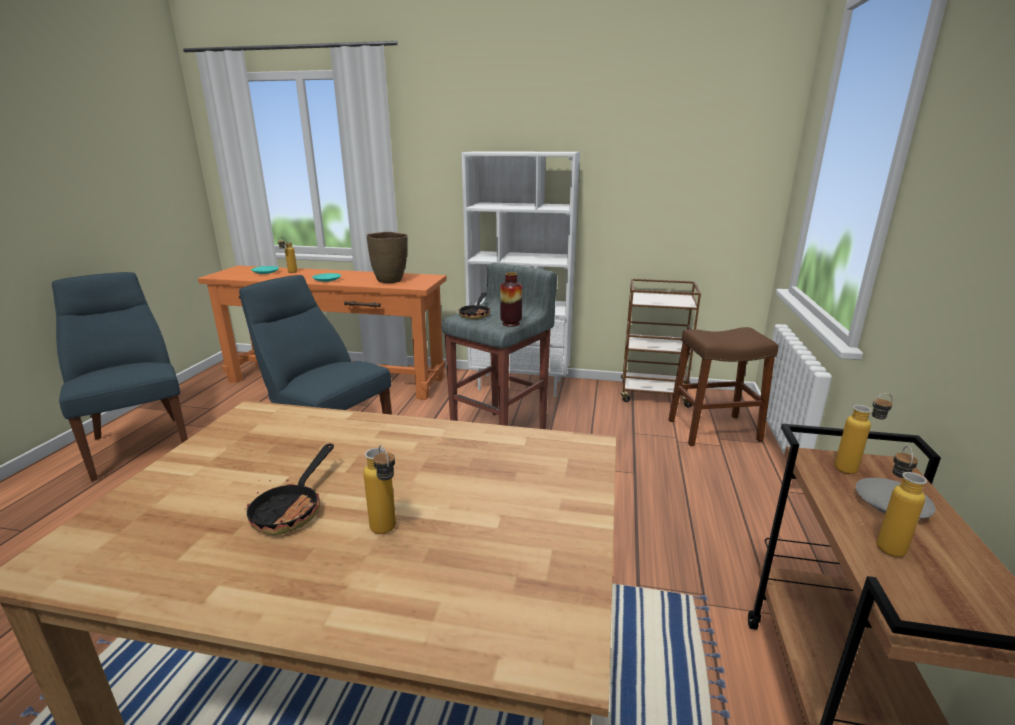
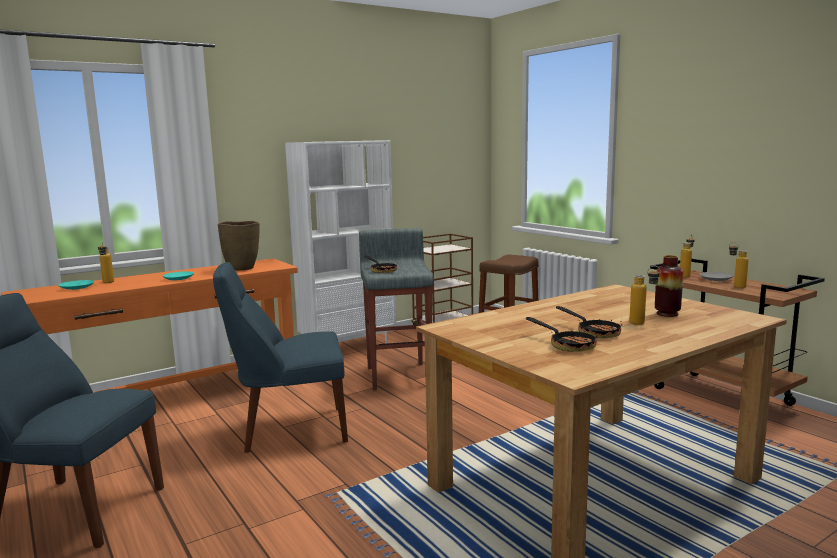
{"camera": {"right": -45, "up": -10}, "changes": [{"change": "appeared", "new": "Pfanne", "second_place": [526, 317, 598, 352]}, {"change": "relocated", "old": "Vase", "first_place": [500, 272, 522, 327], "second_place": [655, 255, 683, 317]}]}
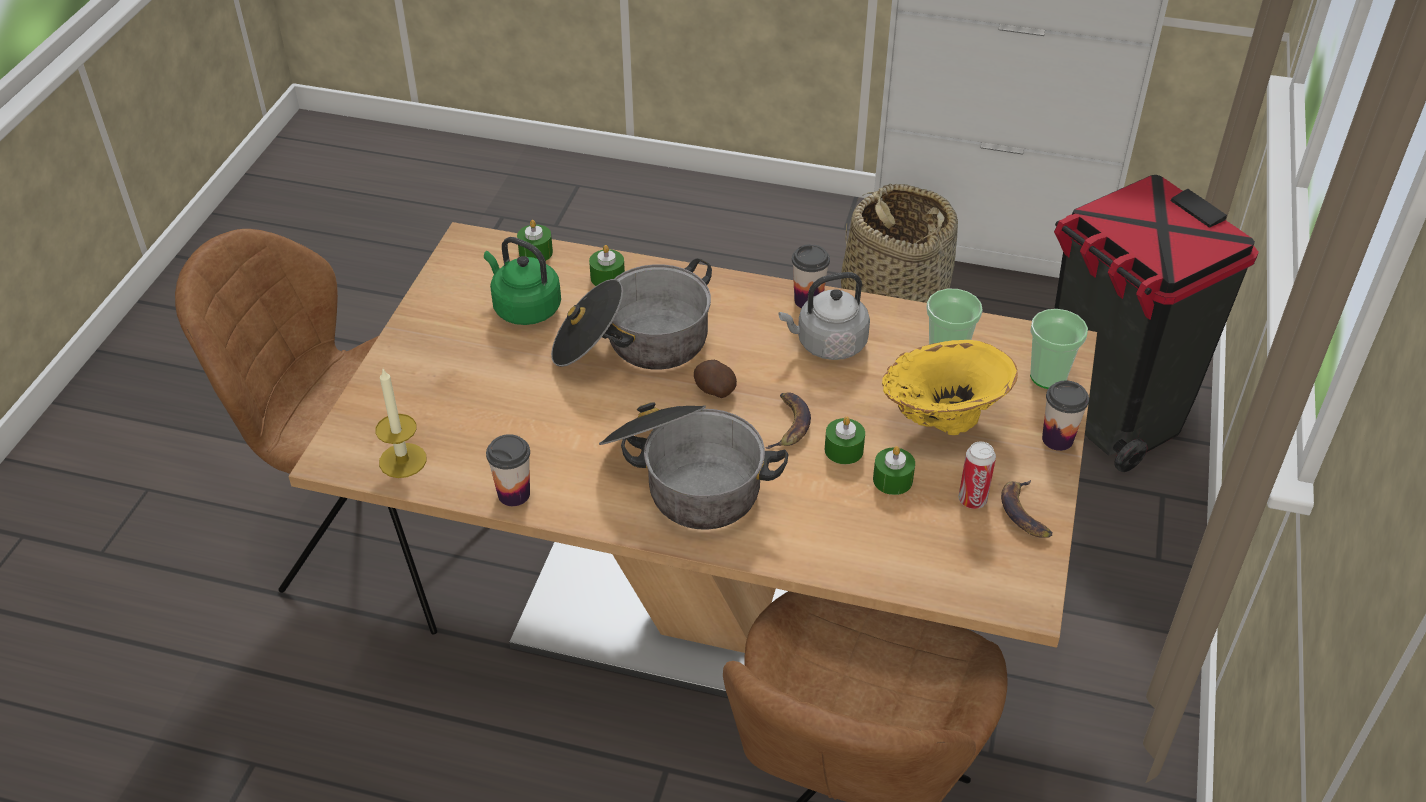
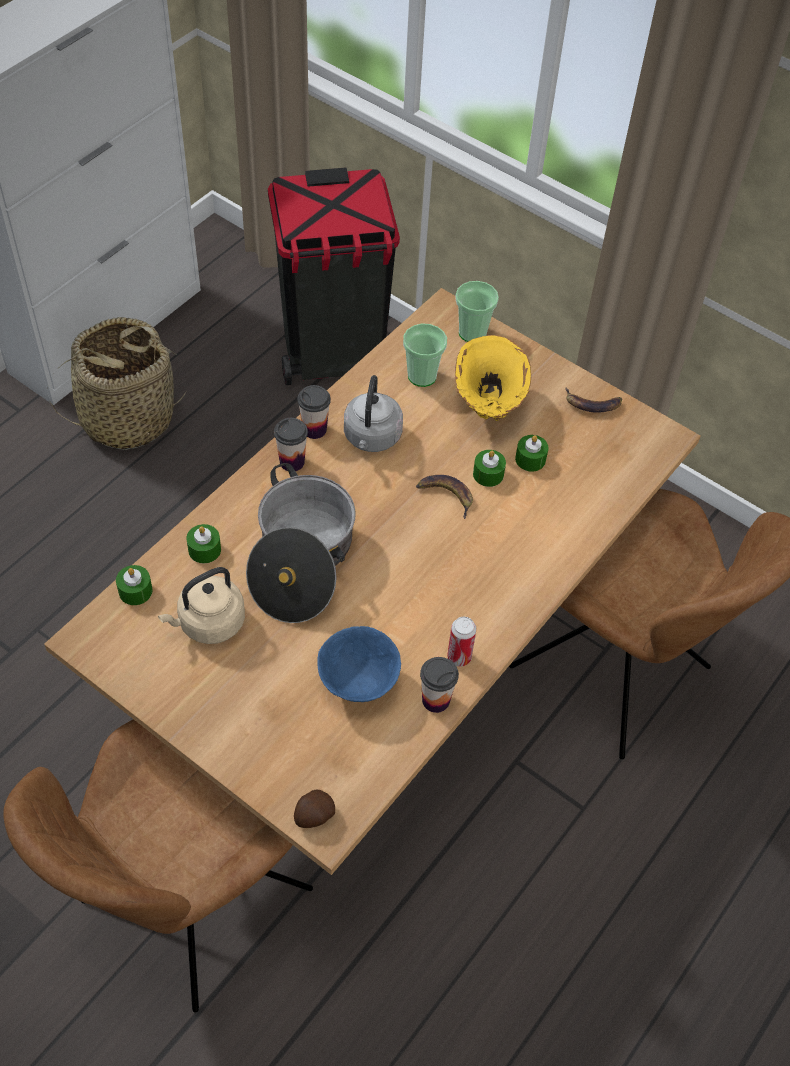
{"camera": {"right": -70, "up": 10}, "changes": [{"change": "missing", "old": "Kerze", "first_place": [375, 369, 426, 478]}, {"change": "missing", "old": "Kochtopf", "first_place": [599, 402, 789, 530]}, {"change": "appeared", "new": "Schüssel/blau", "second_place": [317, 626, 401, 702]}, {"change": "relocated", "old": "Kartoffel", "first_place": [694, 360, 737, 398], "second_place": [294, 790, 335, 828]}, {"change": "relocated", "old": "Dose", "first_place": [959, 442, 996, 509], "second_place": [447, 617, 476, 667]}, {"change": "relocated", "old": "Tasse", "first_place": [1042, 380, 1089, 451], "second_place": [274, 418, 308, 471]}, {"change": "colour", "old": "Wasserkessel/grün", "new": "Wasserkessel/beige", "first_place": [484, 237, 561, 325], "second_place": [158, 567, 245, 644]}]}
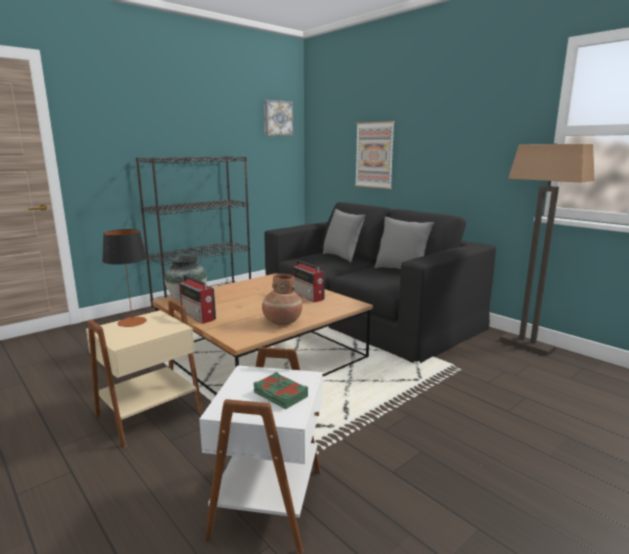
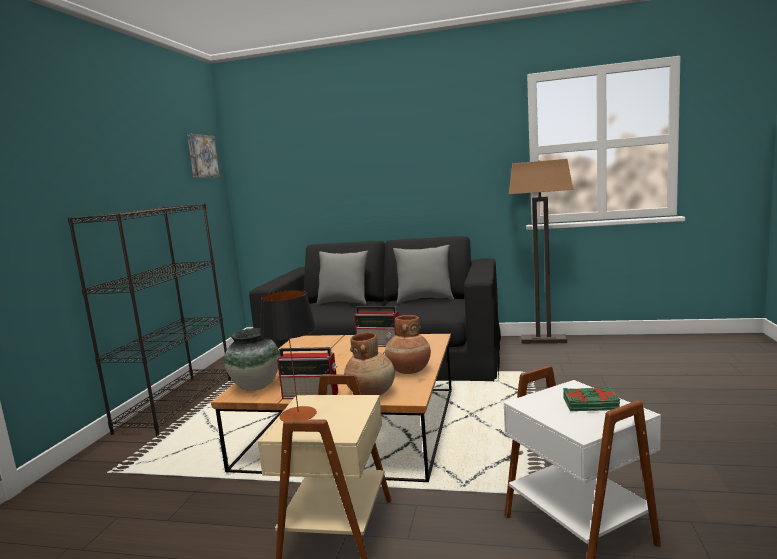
{"camera": {"right": -35, "up": -5}, "changes": [{"change": "missing", "old": "Bild", "first_place": [355, 121, 395, 189]}, {"change": "appeared", "new": "Vase/braun", "second_place": [344, 332, 395, 395]}]}
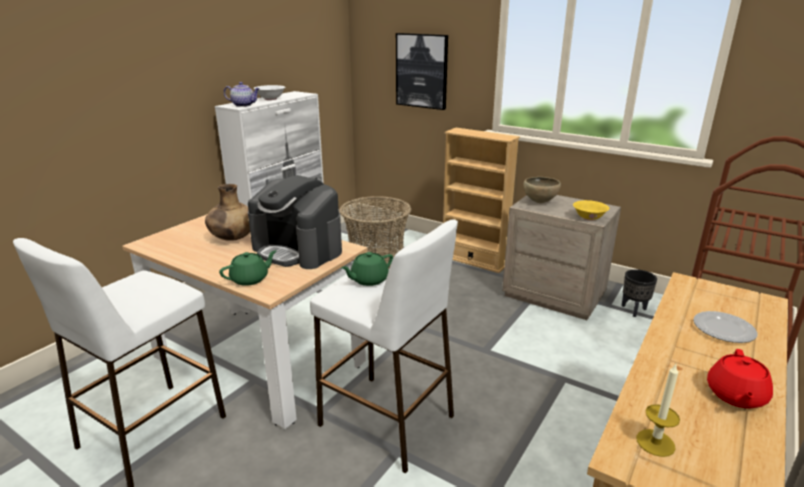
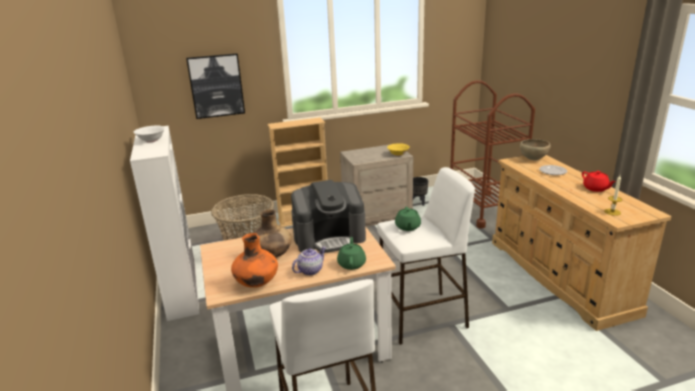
{"camera": {"right": -50, "up": 0}, "changes": [{"change": "appeared", "new": "Vase/orange", "second_place": [231, 233, 278, 288]}, {"change": "relocated", "old": "Teekanne", "first_place": [224, 82, 260, 107], "second_place": [292, 247, 326, 275]}, {"change": "relocated", "old": "Schüssel/braun", "first_place": [523, 177, 561, 203], "second_place": [520, 139, 551, 160]}]}
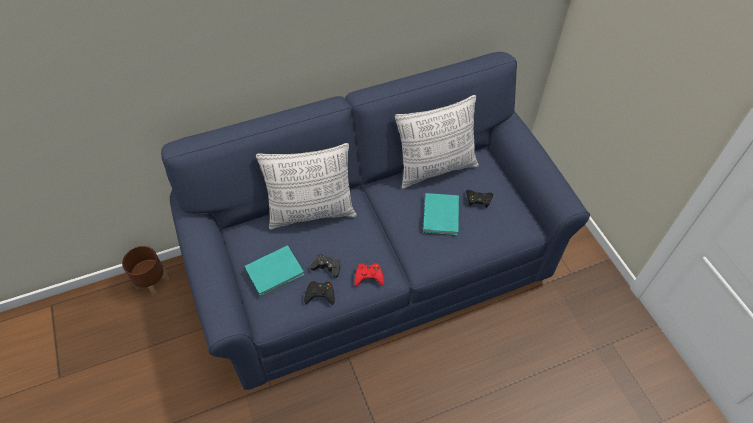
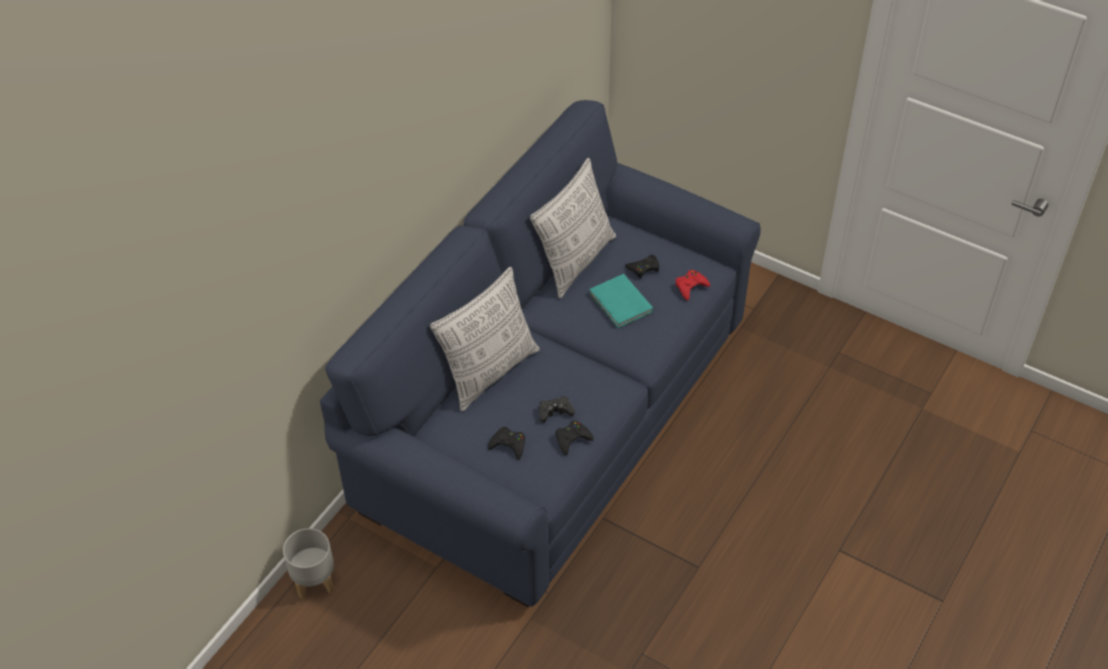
{"camera": {"right": -35, "up": -5}, "changes": [{"change": "relocated", "old": "Gamepad/rot", "first_place": [354, 263, 384, 287], "second_place": [675, 270, 710, 300]}, {"change": "exchanged", "old": "Buch/türkis", "new": "Gamepad/schwarz", "first_place": [245, 245, 304, 297], "second_place": [488, 427, 525, 460]}, {"change": "colour", "old": "Pflanzkübel/braun", "new": "Pflanzkübel/grau", "first_place": [122, 246, 169, 297], "second_place": [283, 528, 334, 599]}]}
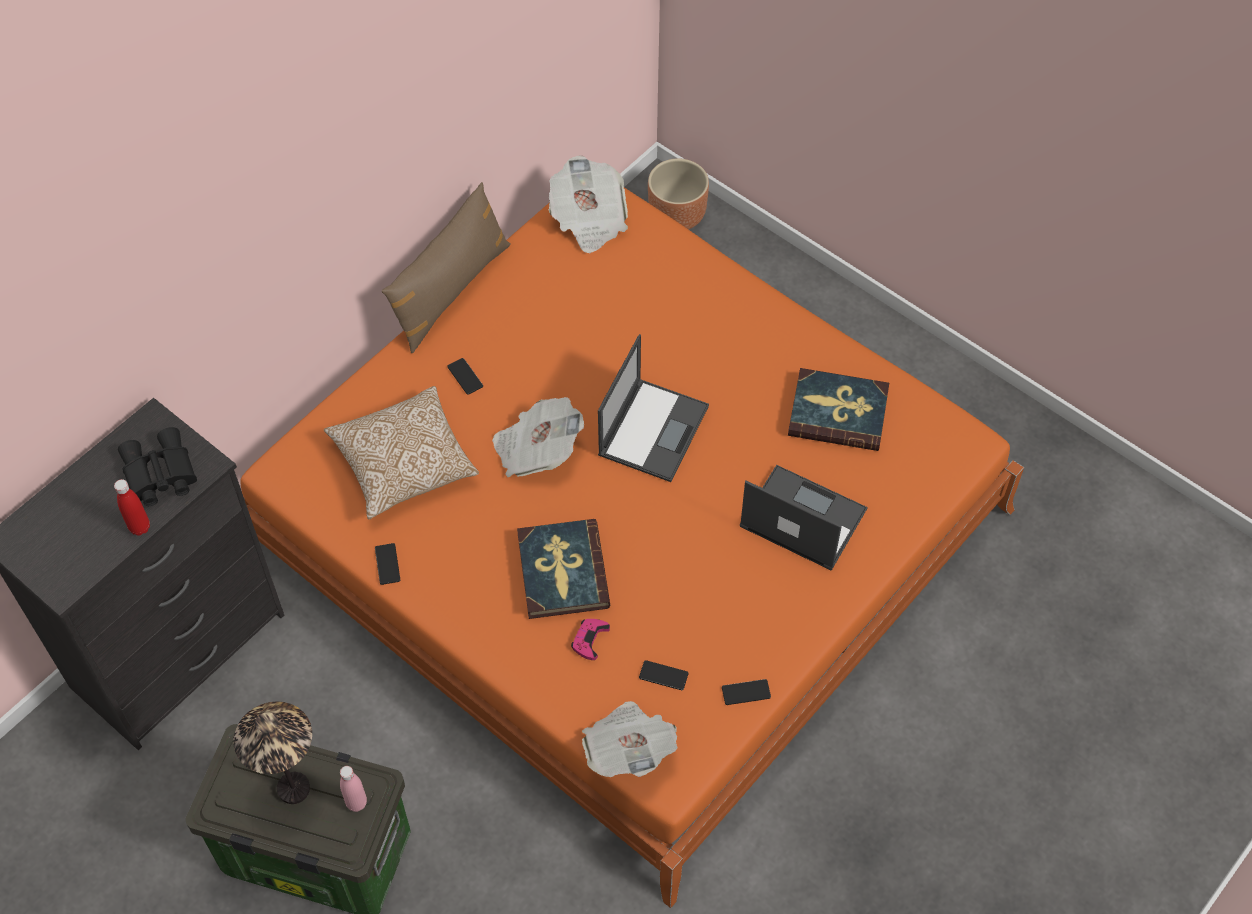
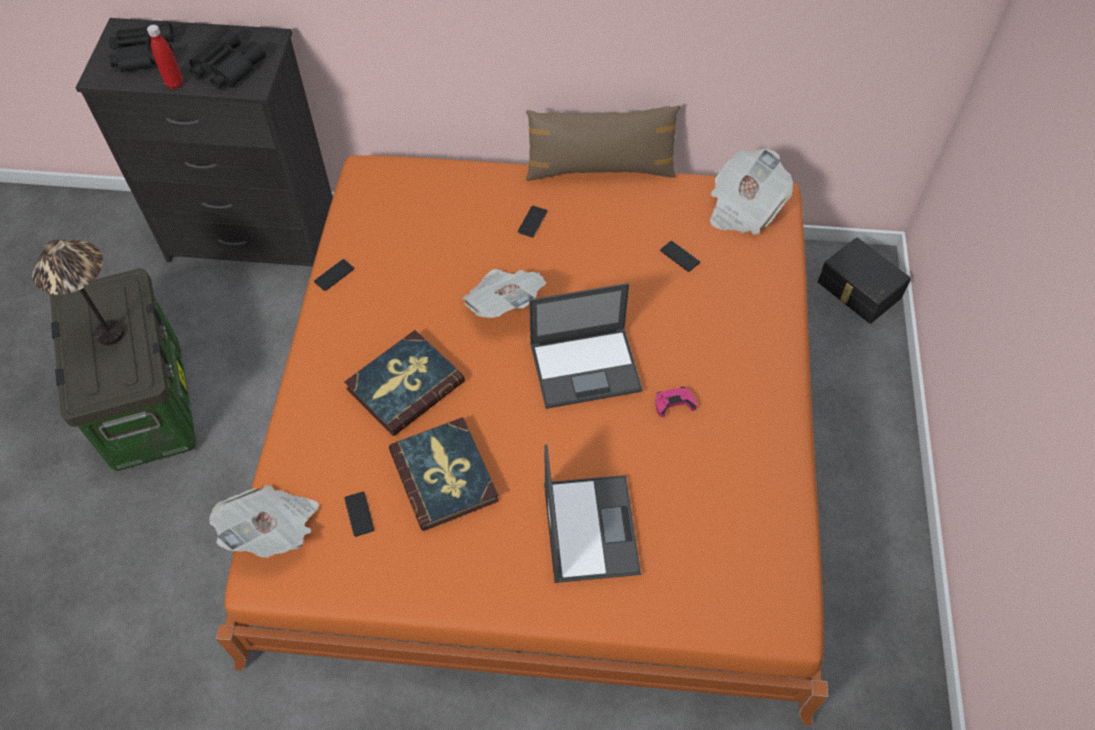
{"camera": {"right": 55, "up": 0}, "changes": [{"change": "missing", "old": "Kissen", "first_place": [324, 386, 479, 519]}, {"change": "missing", "old": "Flasche/rosa", "first_place": [340, 766, 367, 812]}, {"change": "appeared", "new": "Fernglas/schwarz", "second_place": [109, 22, 175, 73]}, {"change": "relocated", "old": "Gamepad/rosa", "first_place": [571, 619, 610, 660], "second_place": [656, 387, 697, 417]}, {"change": "relocated", "old": "Handy", "first_place": [722, 679, 771, 705], "second_place": [660, 241, 700, 272]}, {"change": "relocated", "old": "Buch", "first_place": [788, 368, 889, 451], "second_place": [389, 417, 499, 531]}, {"change": "exchanged", "old": "Pflanzkübel/braun", "new": "Aufbewahrungsbox/schwarz", "first_place": [648, 159, 709, 230], "second_place": [818, 238, 911, 324]}]}
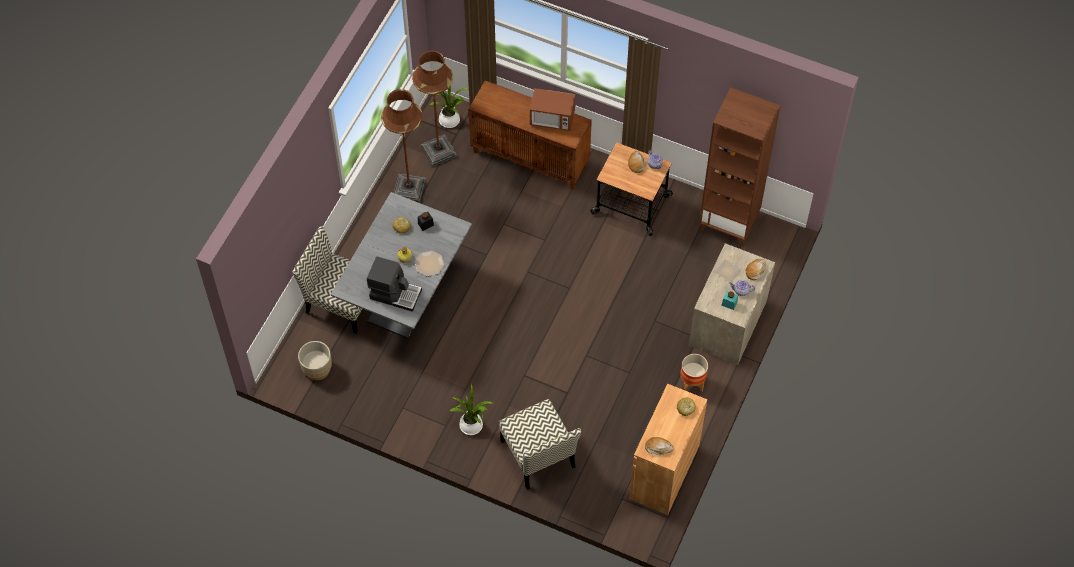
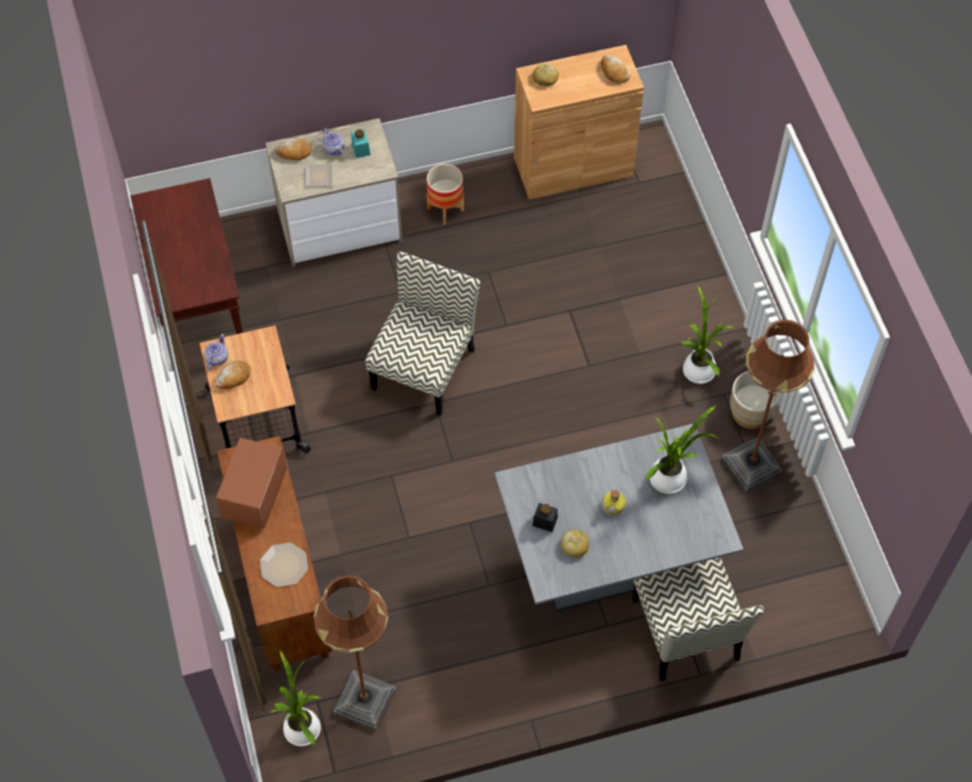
{"camera": {"right": -130, "up": 0}, "changes": [{"change": "relocated", "old": "Pflanzkübel/beige", "first_place": [298, 341, 332, 380], "second_place": [730, 371, 780, 429]}, {"change": "relocated", "old": "Stehlampe/braun", "first_place": [381, 89, 426, 203], "second_place": [722, 320, 814, 492]}, {"change": "relocated", "old": "Teller", "first_place": [415, 251, 444, 276], "second_place": [260, 543, 308, 587]}, {"change": "relocated", "old": "Stuhl", "first_place": [498, 399, 581, 489], "second_place": [365, 252, 480, 416]}, {"change": "exchanged", "old": "Kaffeemaschine", "new": "Topfpflanze", "first_place": [367, 256, 422, 312], "second_place": [645, 405, 719, 494]}, {"change": "exchanged", "old": "Bücherregal/braun", "new": "Konsolentisch/braun", "first_place": [699, 88, 781, 247], "second_place": [131, 178, 243, 370]}, {"change": "spun", "old": "Mikrowelle", "first_place": [530, 88, 575, 131], "second_place": [216, 438, 287, 529], "degrees": -135}]}
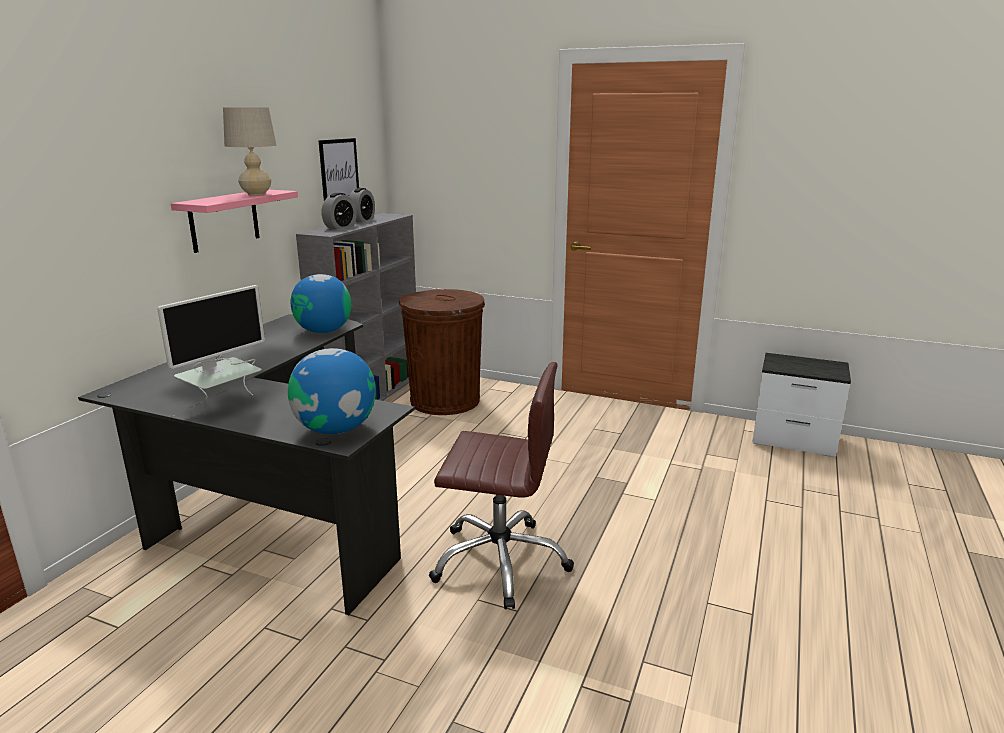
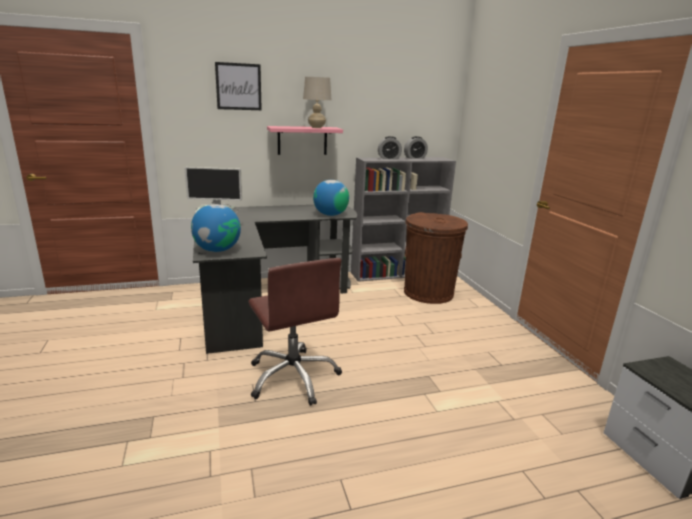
{"camera": {"right": 50, "up": 0}, "changes": [{"change": "relocated", "old": "Bild", "first_place": [318, 138, 359, 201], "second_place": [215, 62, 262, 110]}]}
